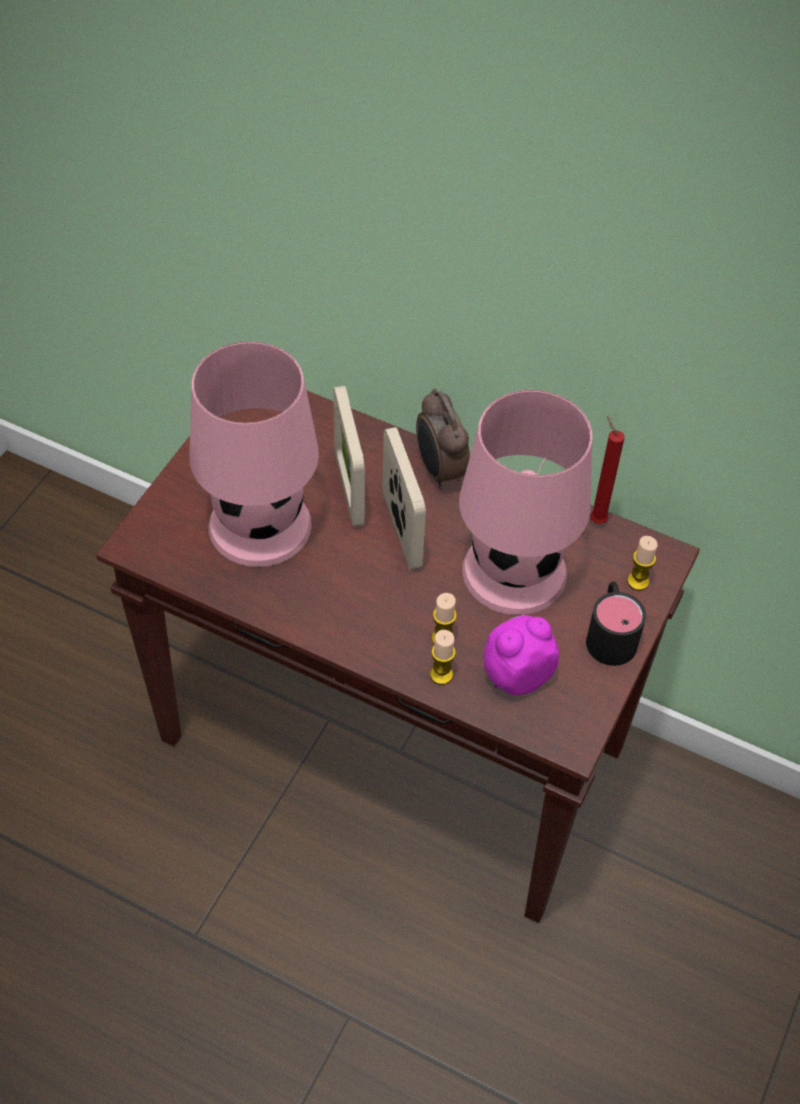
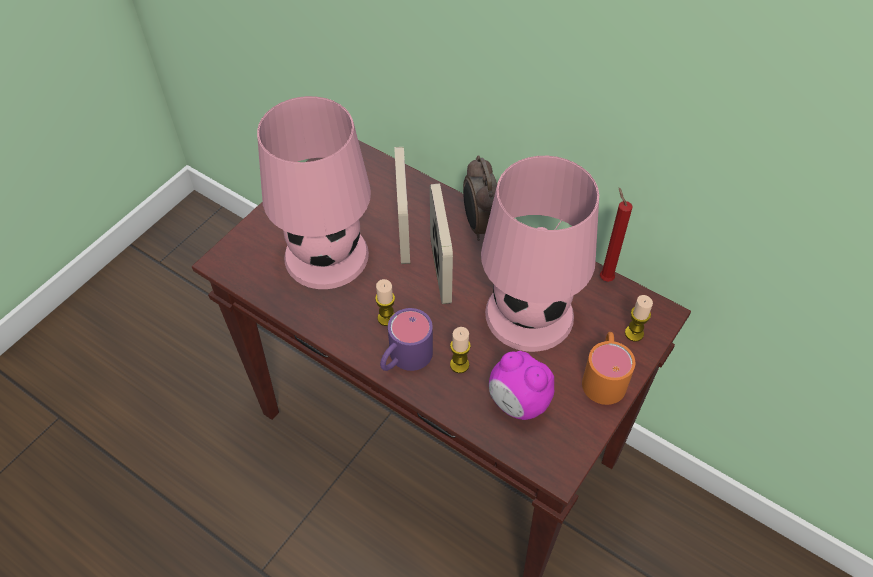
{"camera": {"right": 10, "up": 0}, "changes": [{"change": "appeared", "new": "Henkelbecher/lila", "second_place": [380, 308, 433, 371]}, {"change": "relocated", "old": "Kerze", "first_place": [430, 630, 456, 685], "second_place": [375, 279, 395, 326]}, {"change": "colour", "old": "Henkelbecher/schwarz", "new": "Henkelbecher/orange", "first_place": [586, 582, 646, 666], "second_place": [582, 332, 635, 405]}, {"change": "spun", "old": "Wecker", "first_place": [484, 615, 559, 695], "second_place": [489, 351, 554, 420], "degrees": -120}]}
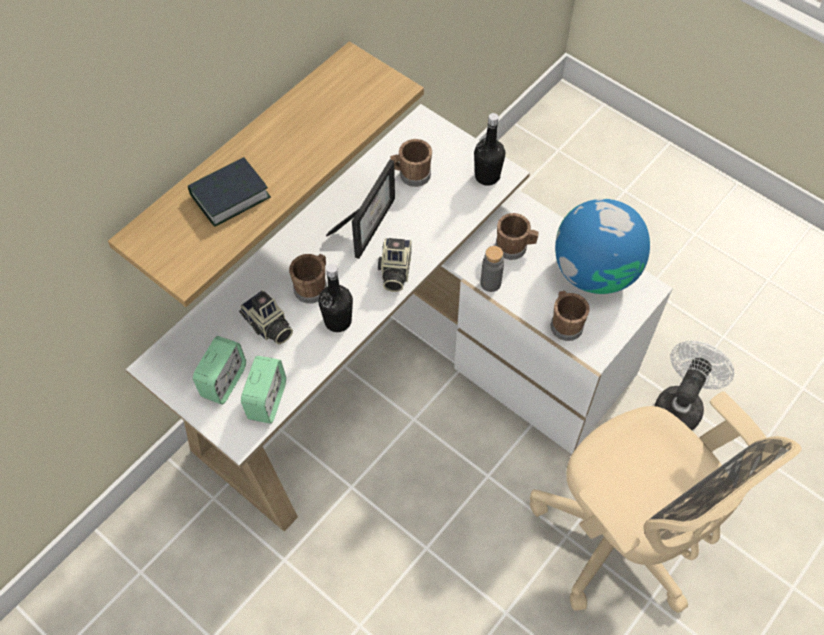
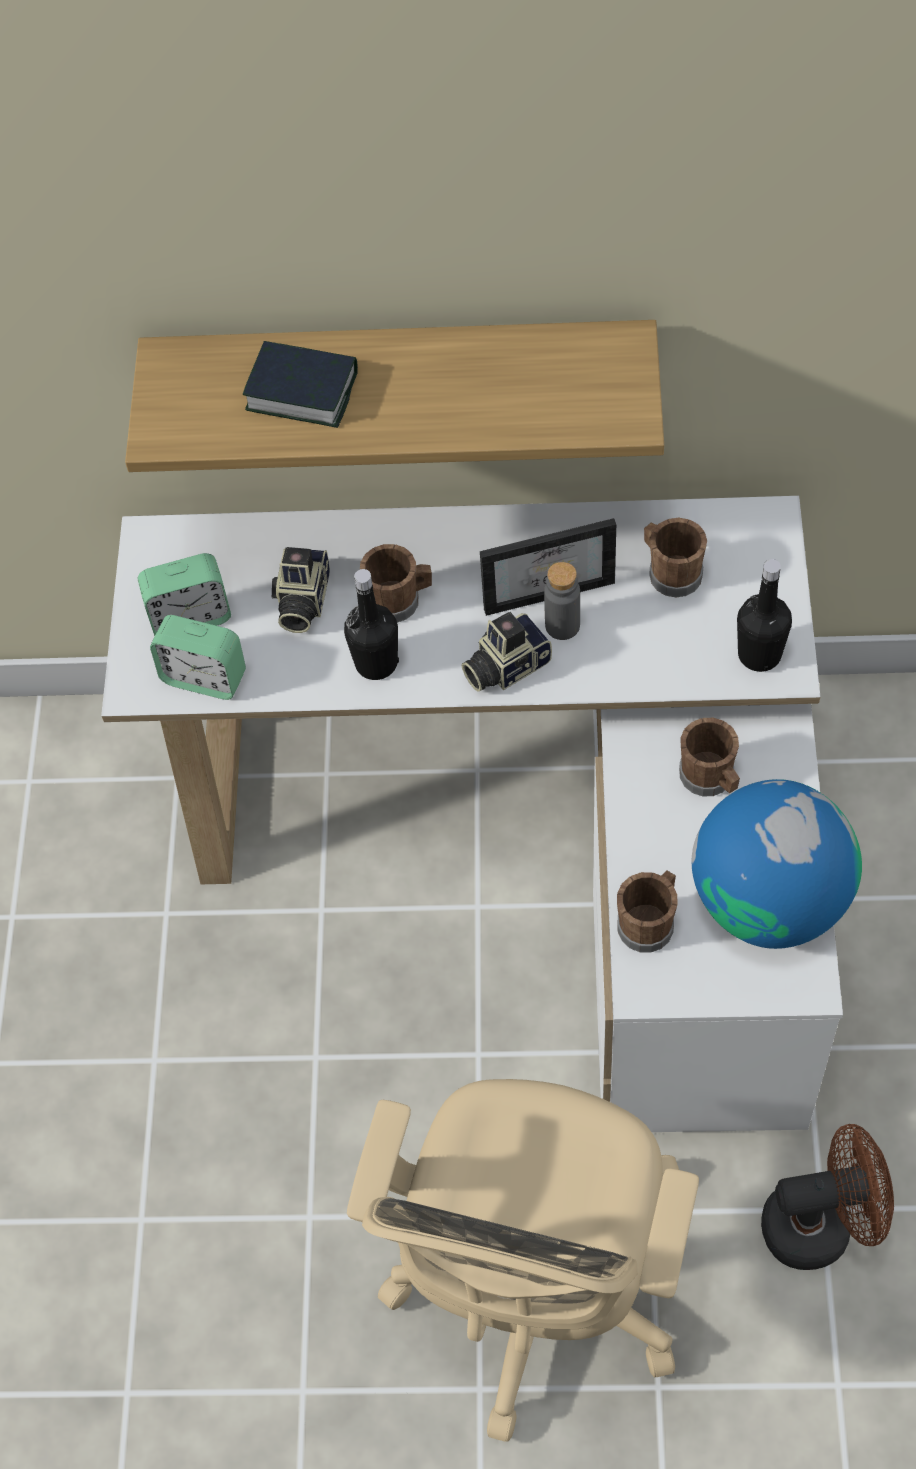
{"camera": {"right": 55, "up": 0}, "changes": [{"change": "relocated", "old": "Flasche/grau", "first_place": [480, 246, 504, 292], "second_place": [544, 562, 580, 640]}, {"change": "colour", "old": "Ventilator/weiß", "new": "Ventilator/braun", "first_place": [655, 341, 734, 430], "second_place": [761, 1124, 894, 1270]}, {"change": "spun", "old": "Wecker", "first_place": [241, 356, 286, 424], "second_place": [150, 615, 246, 700], "degrees": 45}]}
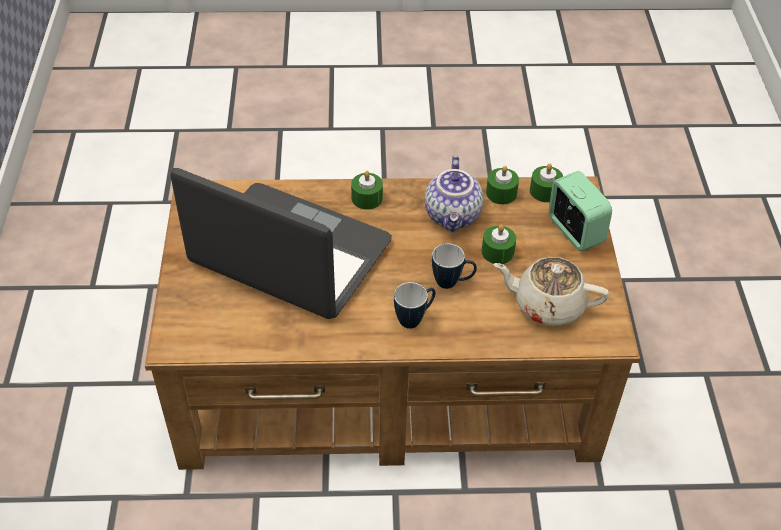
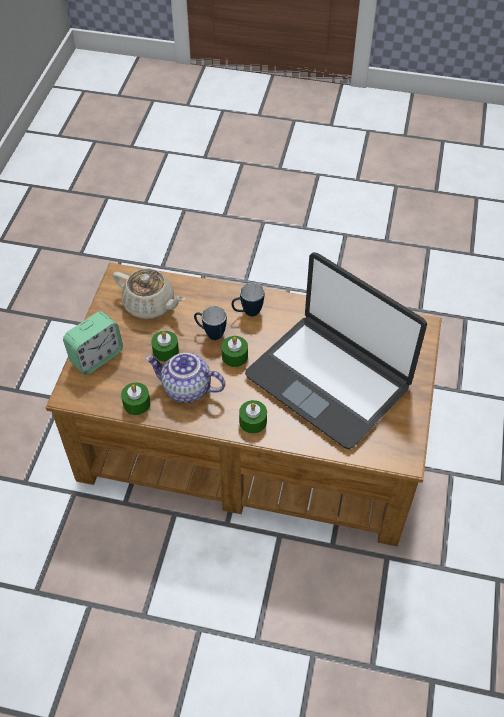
{"camera": {"right": -165, "up": 5}, "changes": [{"change": "relocated", "old": "Kerze/grün", "first_place": [530, 164, 563, 202], "second_place": [222, 336, 248, 367]}, {"change": "spun", "old": "Teekanne", "first_place": [425, 155, 483, 232], "second_place": [145, 353, 225, 403], "degrees": -90}, {"change": "spun", "old": "Wecker", "first_place": [549, 171, 612, 251], "second_place": [63, 311, 123, 375], "degrees": -120}]}
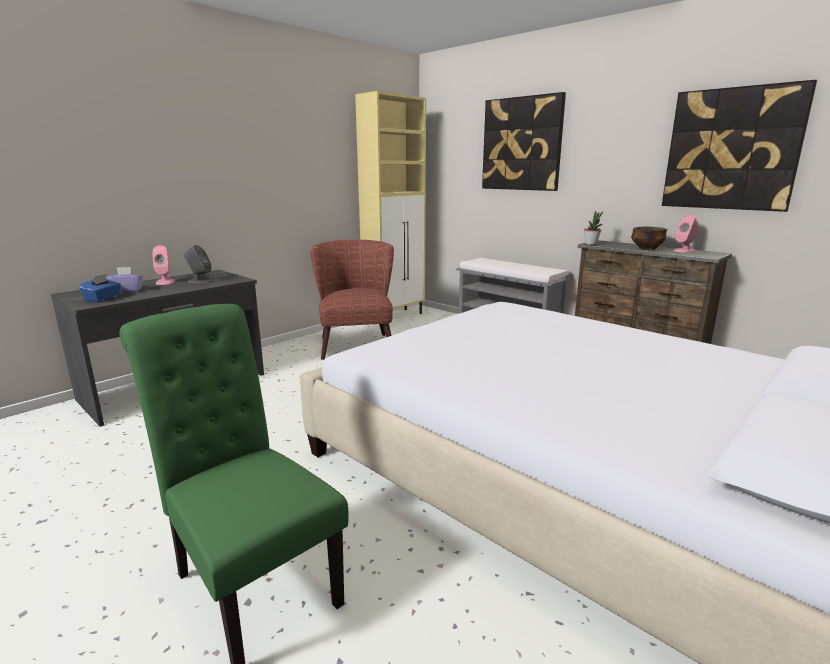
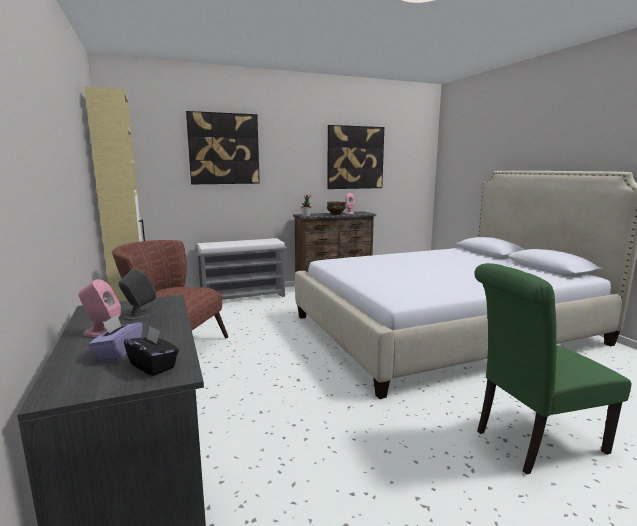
{"camera": {"right": -65, "up": -5}, "changes": [{"change": "colour", "old": "Taschentuchbox/blau", "new": "Taschentuchbox/schwarz", "first_place": [79, 274, 121, 302], "second_place": [124, 326, 179, 376]}]}
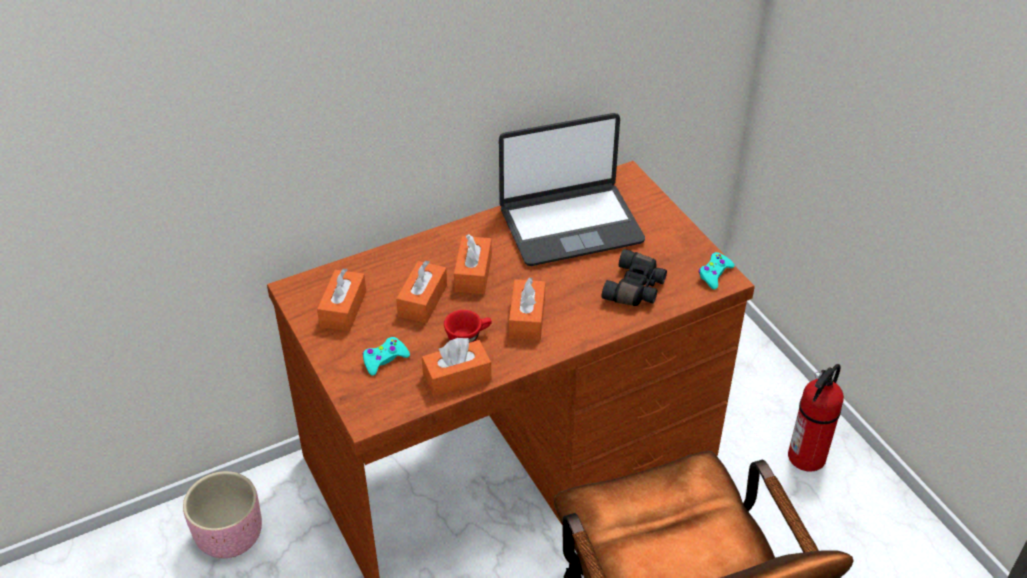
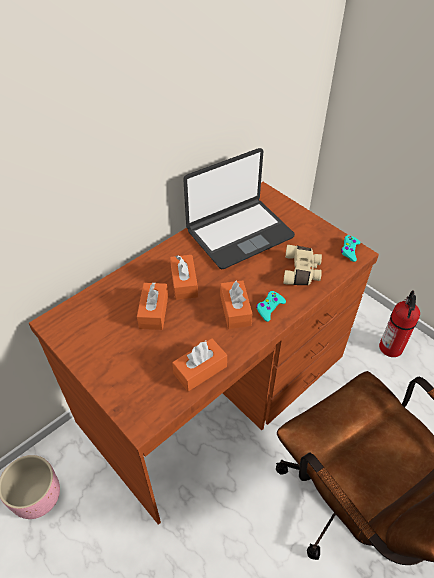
{"camera": {"right": -15, "up": 5}, "changes": [{"change": "missing", "old": "Taschentuchbox/orange", "first_place": [317, 268, 366, 331]}, {"change": "missing", "old": "Tasse/rot", "first_place": [444, 310, 492, 343]}, {"change": "relocated", "old": "Gamepad/türkis", "first_place": [363, 337, 410, 376], "second_place": [256, 291, 286, 322]}, {"change": "colour", "old": "Fernglas/schwarz", "new": "Fernglas/beige", "first_place": [602, 249, 667, 306], "second_place": [283, 245, 322, 285]}]}
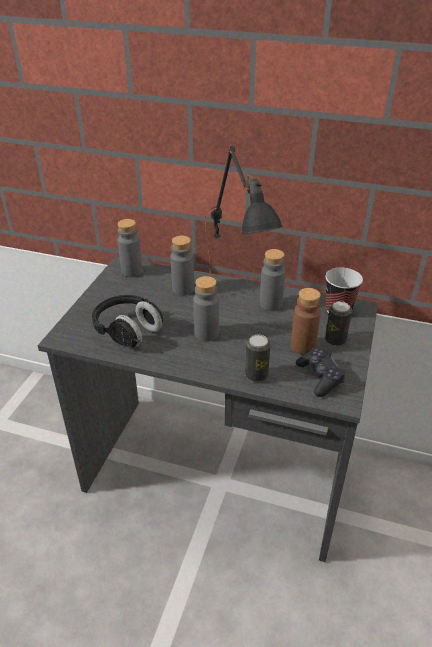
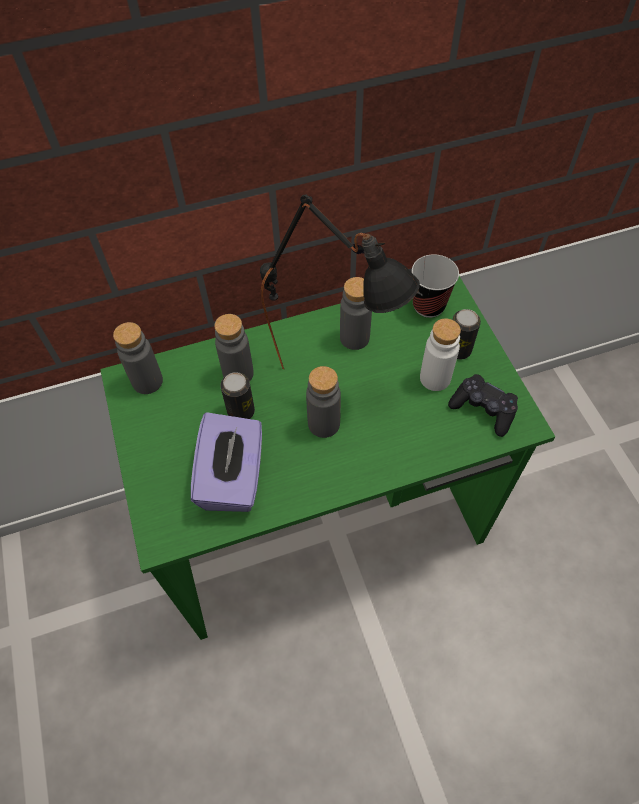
{"camera": {"right": -35, "up": 20}, "changes": [{"change": "relocated", "old": "Dose", "first_place": [245, 335, 271, 382], "second_place": [220, 372, 255, 419]}, {"change": "exchanged", "old": "Kopfhörer/schwarz", "new": "Taschentuchbox/lila", "first_place": [92, 295, 163, 347], "second_place": [191, 412, 262, 512]}, {"change": "colour", "old": "Schreibtisch/grau", "new": "Schreibtisch/grün", "first_place": [38, 257, 378, 562], "second_place": [100, 276, 555, 640]}, {"change": "colour", "old": "Flasche/braun", "new": "Flasche/weiß", "first_place": [291, 288, 321, 354], "second_place": [420, 318, 461, 391]}]}
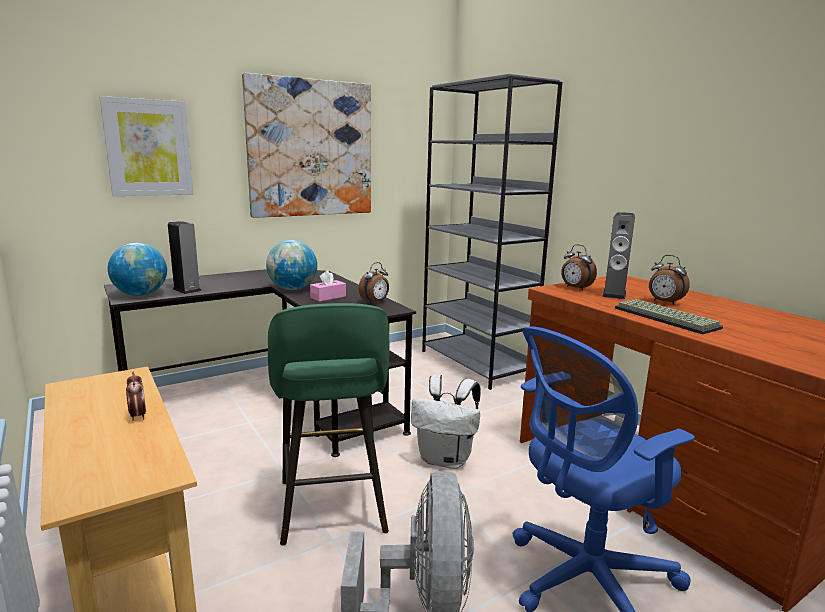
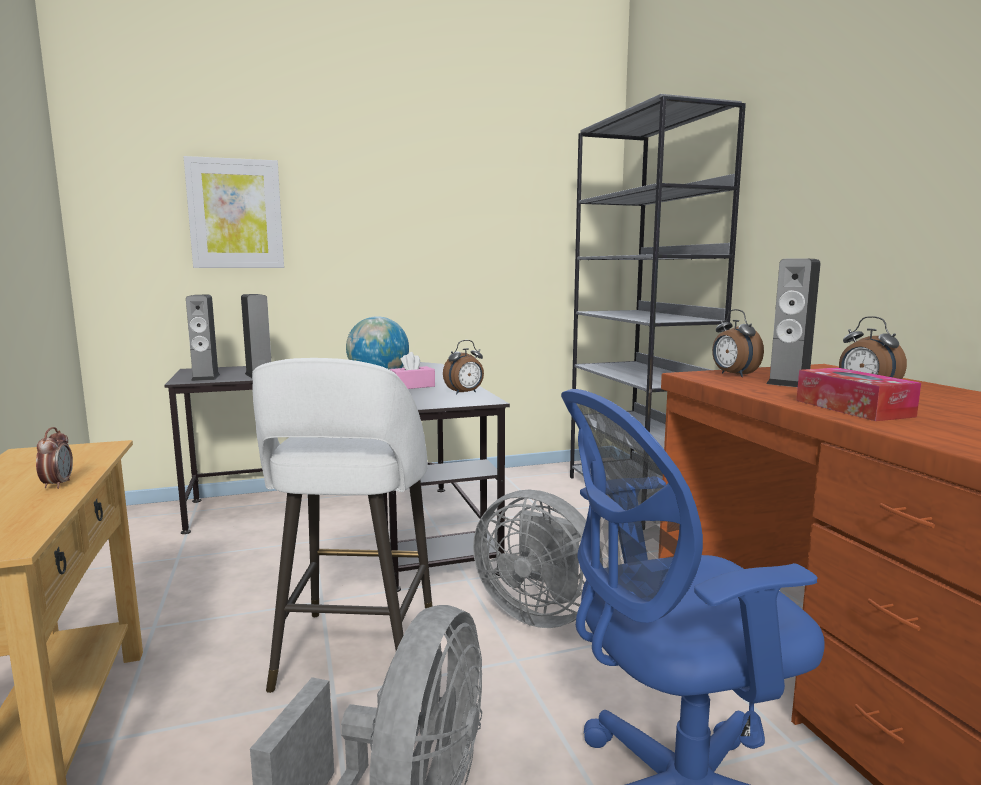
{"camera": {"right": 15, "up": -5}, "changes": [{"change": "missing", "old": "Bild", "first_place": [242, 73, 371, 218]}, {"change": "exchanged", "old": "Globus", "new": "Lautsprecher", "first_place": [108, 243, 167, 296], "second_place": [186, 295, 220, 381]}, {"change": "exchanged", "old": "Rucksack/weiß", "new": "Ventilator/grau", "first_place": [411, 374, 480, 469], "second_place": [473, 490, 601, 628]}, {"change": "exchanged", "old": "Tastatur", "new": "Taschentuchbox", "first_place": [615, 299, 723, 335], "second_place": [796, 368, 921, 421]}, {"change": "colour", "old": "Hocker/grün", "new": "Hocker/weiß", "first_place": [268, 303, 390, 546], "second_place": [252, 358, 432, 693]}]}
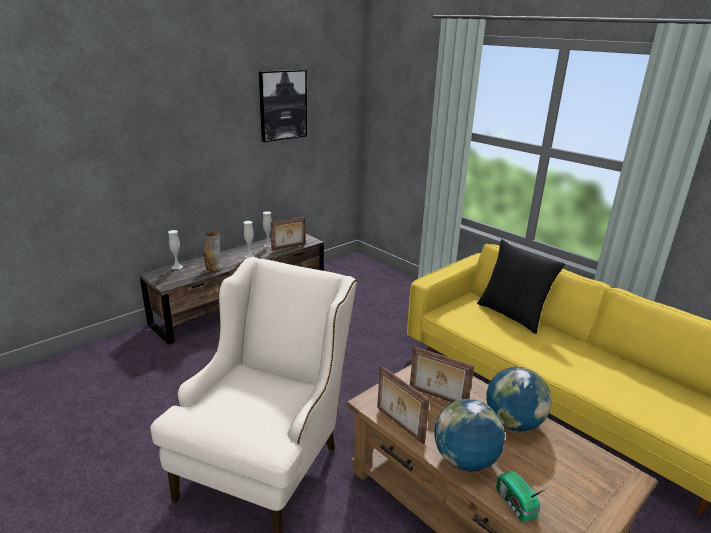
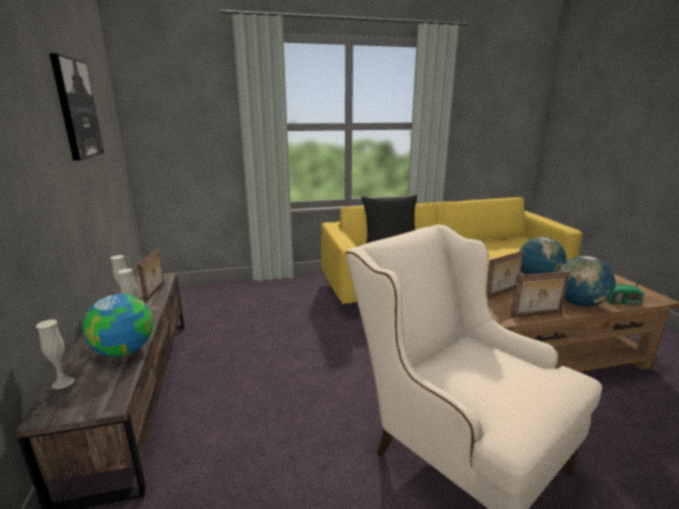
{"camera": {"right": -60, "up": -5}, "changes": [{"change": "exchanged", "old": "Vase", "new": "Globus", "first_place": [203, 231, 223, 271], "second_place": [82, 294, 153, 357]}]}
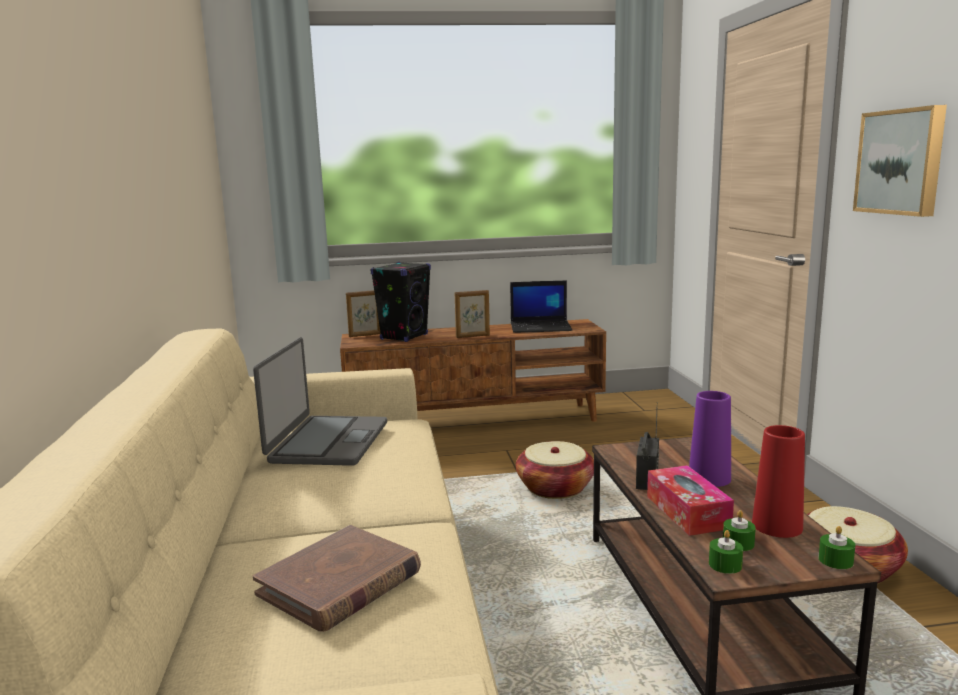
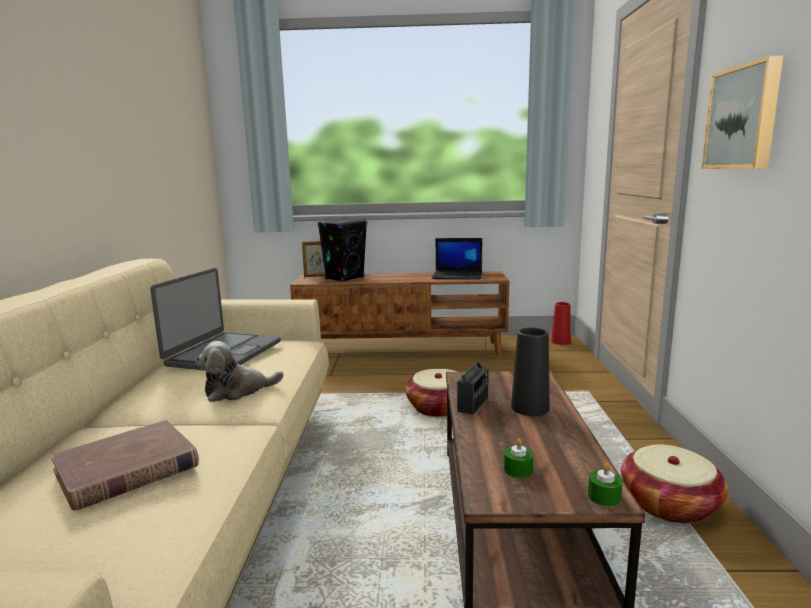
{"camera": {"right": 10, "up": 0}, "changes": [{"change": "missing", "old": "Bilderrahmen", "first_place": [454, 290, 490, 338]}, {"change": "missing", "old": "Taschentuchbox", "first_place": [647, 465, 734, 536]}, {"change": "missing", "old": "Kerze/grün", "first_place": [709, 530, 743, 574]}, {"change": "appeared", "new": "Plüschtier", "second_place": [196, 341, 284, 402]}, {"change": "relocated", "old": "Vase/rot", "first_place": [752, 425, 805, 538], "second_place": [551, 302, 571, 345]}, {"change": "colour", "old": "Vase/lila", "new": "Vase/schwarz", "first_place": [689, 391, 731, 487], "second_place": [511, 328, 550, 416]}]}
